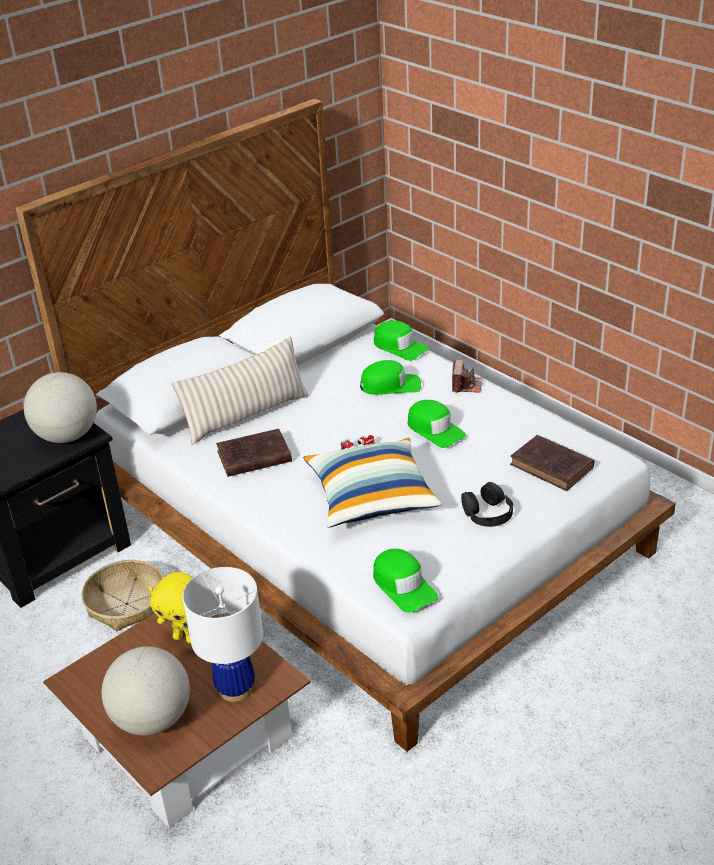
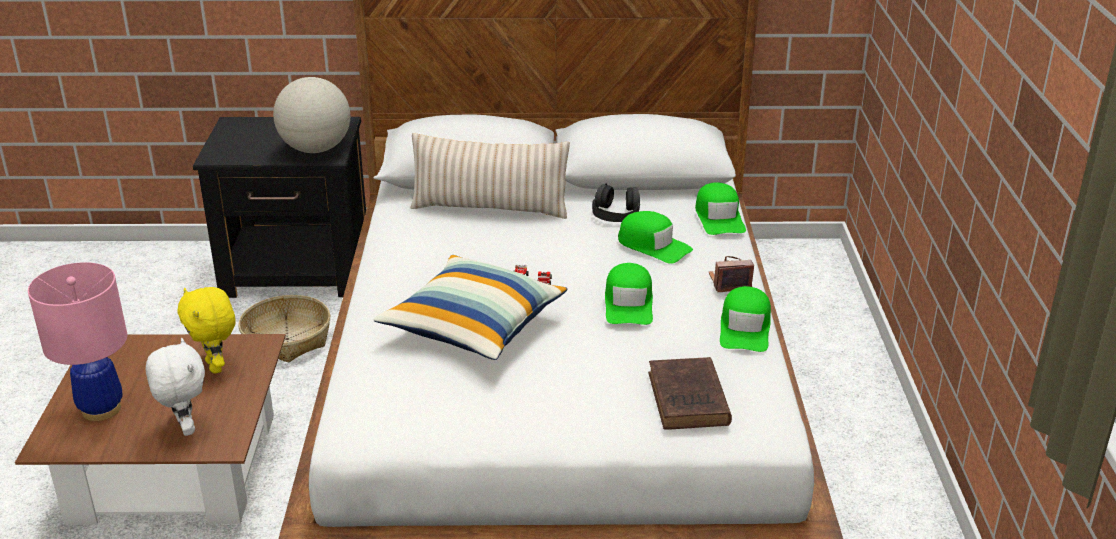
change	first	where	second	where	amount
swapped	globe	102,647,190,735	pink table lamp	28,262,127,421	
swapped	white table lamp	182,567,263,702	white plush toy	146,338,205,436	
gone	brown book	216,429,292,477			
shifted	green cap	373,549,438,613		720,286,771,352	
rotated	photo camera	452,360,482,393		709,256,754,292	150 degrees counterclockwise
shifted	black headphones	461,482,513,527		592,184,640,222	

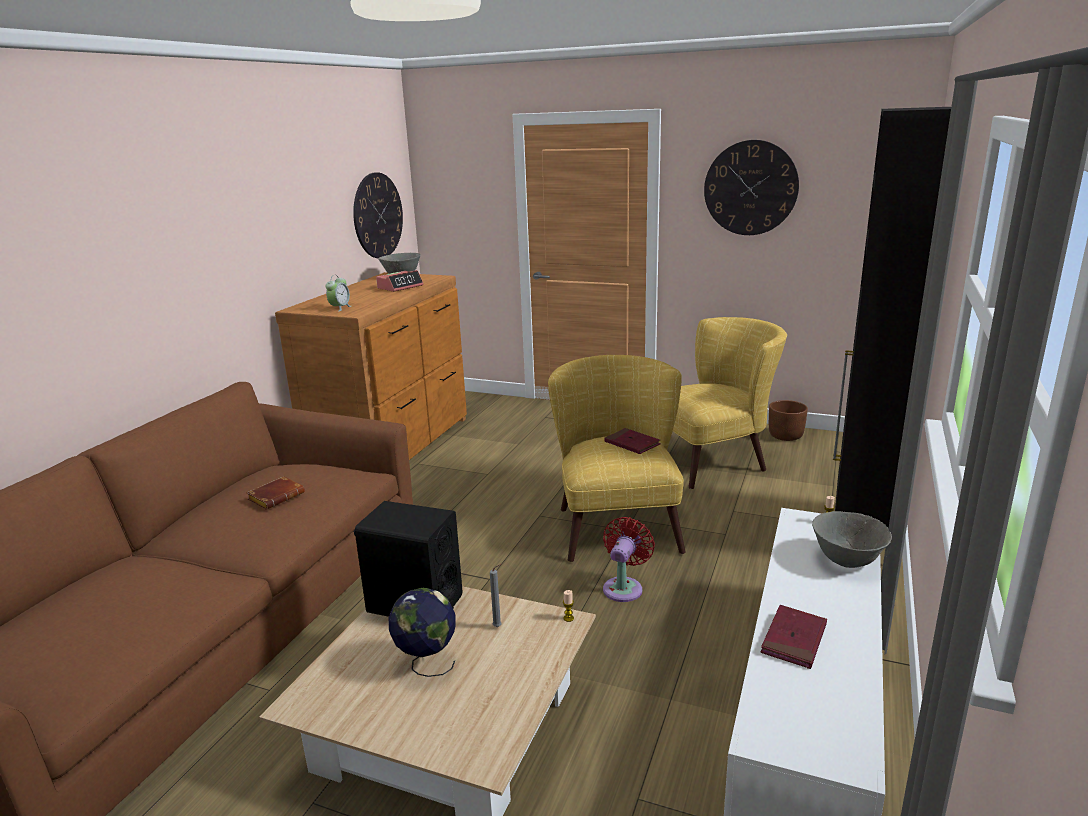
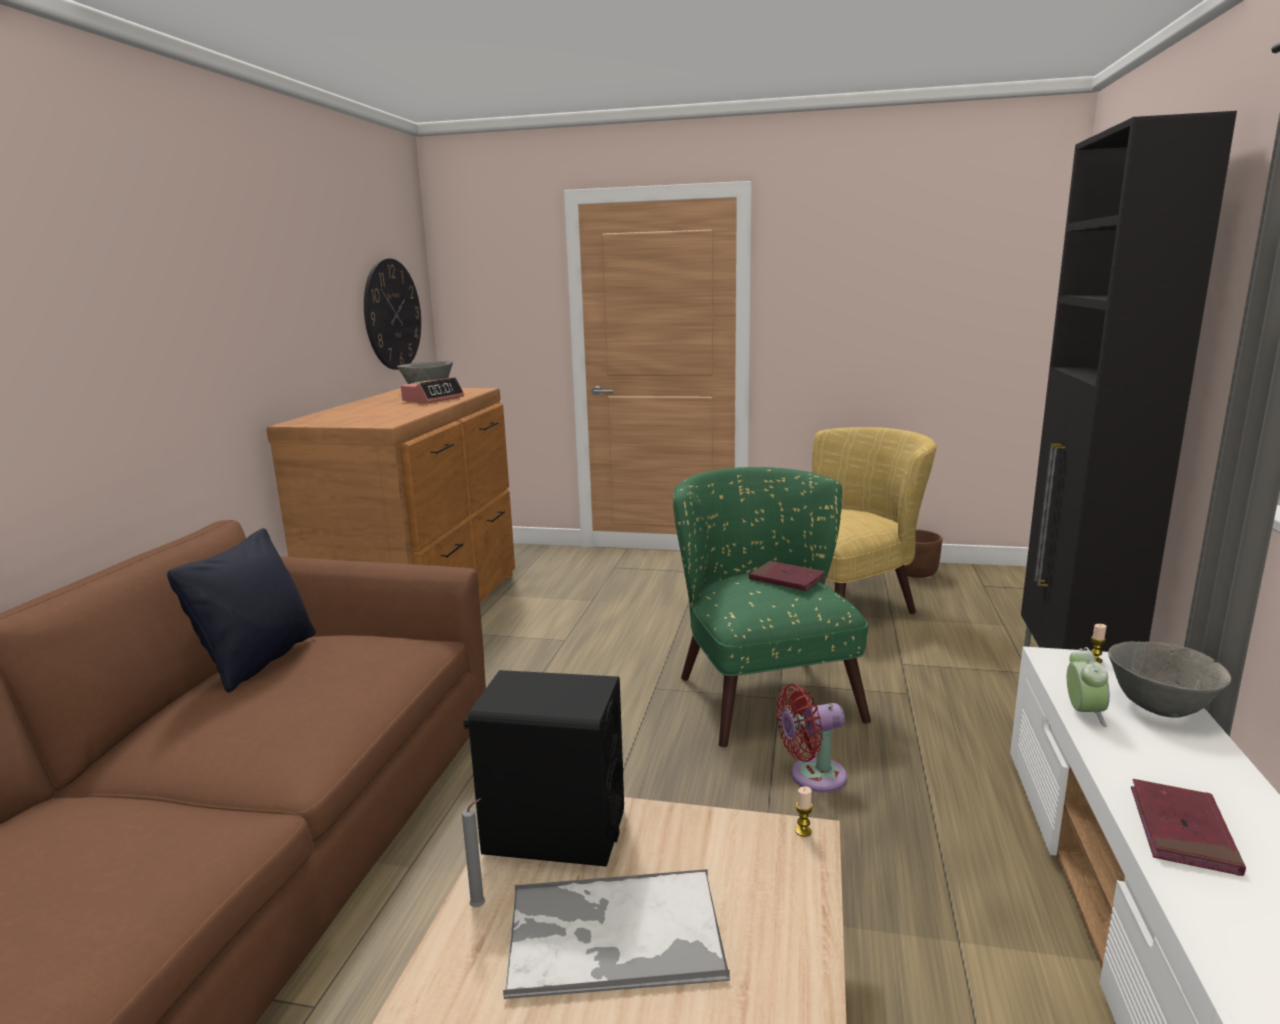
change	first	where	second	where	amount
gone	brown book	247,476,305,510			
shifted	alarm clock	326,275,351,312		1067,647,1110,727	
swapped	globe	389,588,456,677	tray	503,869,730,999	
shifted	grey candle	490,564,502,627		462,798,485,907	
repainted	yellow armchair	548,355,686,562	green armchair	673,467,871,748	
rotated	red fan	603,517,655,602		776,684,847,793	120 degrees counterclockwise
gone	wall clock	704,140,799,235			
new			black pillow	167,528,316,692	

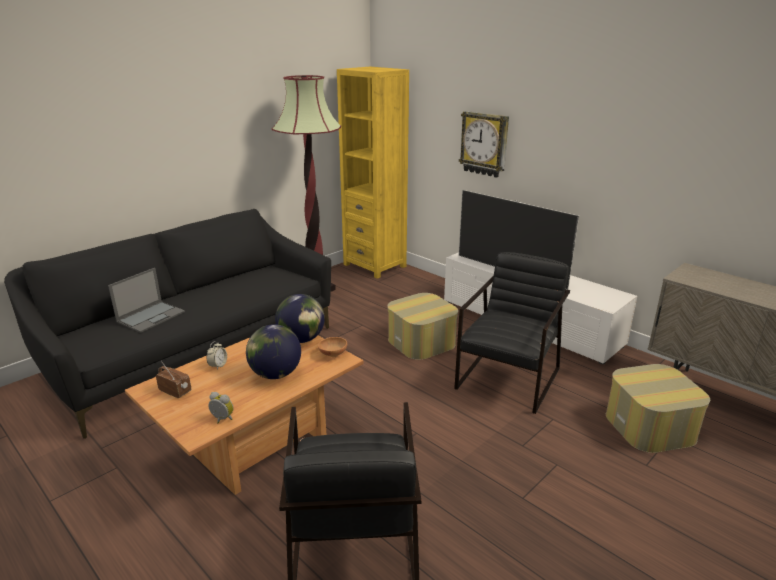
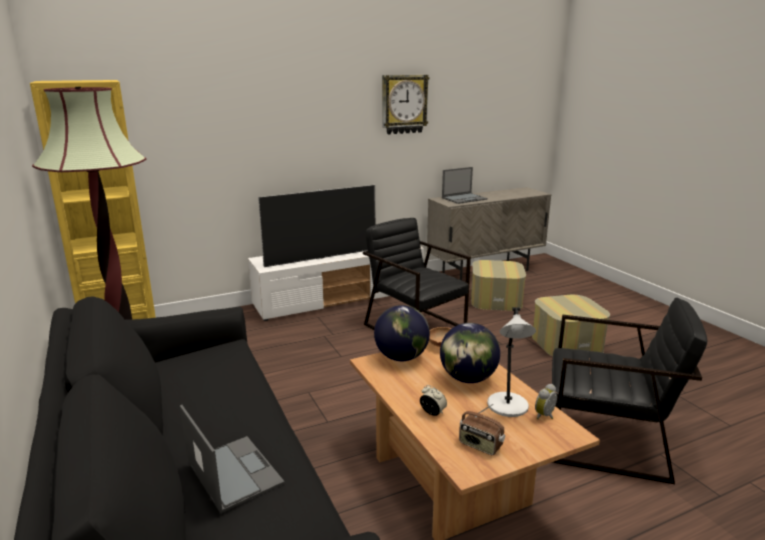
change	first	where	second	where	amount
rotated	radio	156,361,191,398		459,404,505,455	105 degrees counterclockwise
shifted	ottoman	388,293,458,360		532,295,610,356	
shifted	wall clock	459,111,509,178		382,75,430,134	
new			laptop	442,167,488,204	
new			grey table lamp	487,307,536,417	

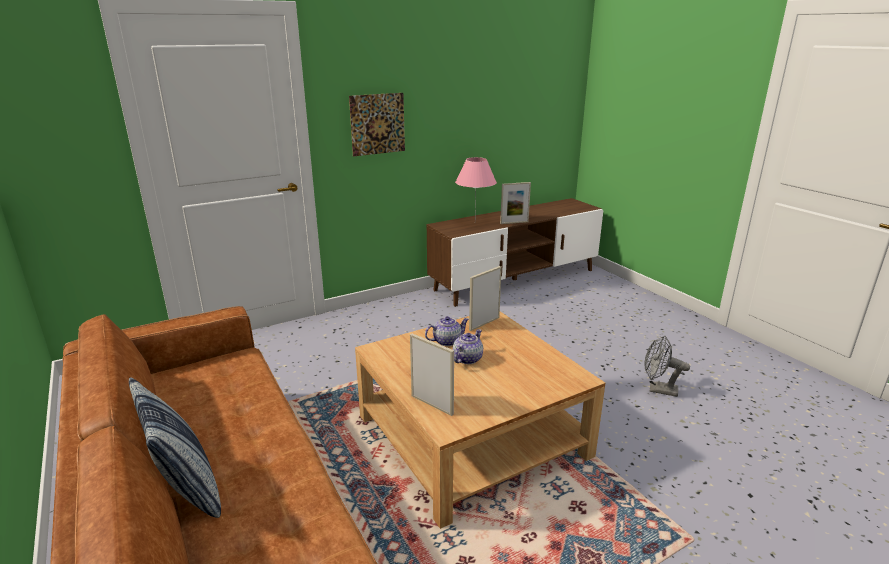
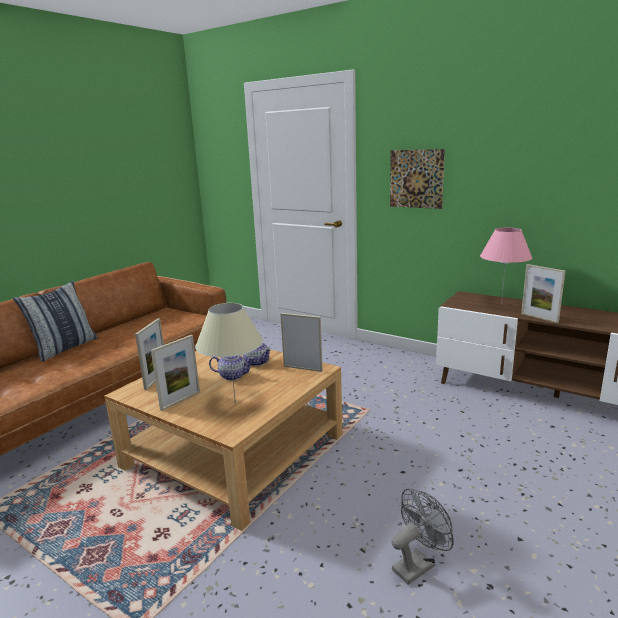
change	first	where	second	where	amount
rotated	grey fan	645,336,690,397		391,488,454,585	60 degrees clockwise
new			picture frame	151,335,200,411	
new			beige table lamp	195,303,263,404	

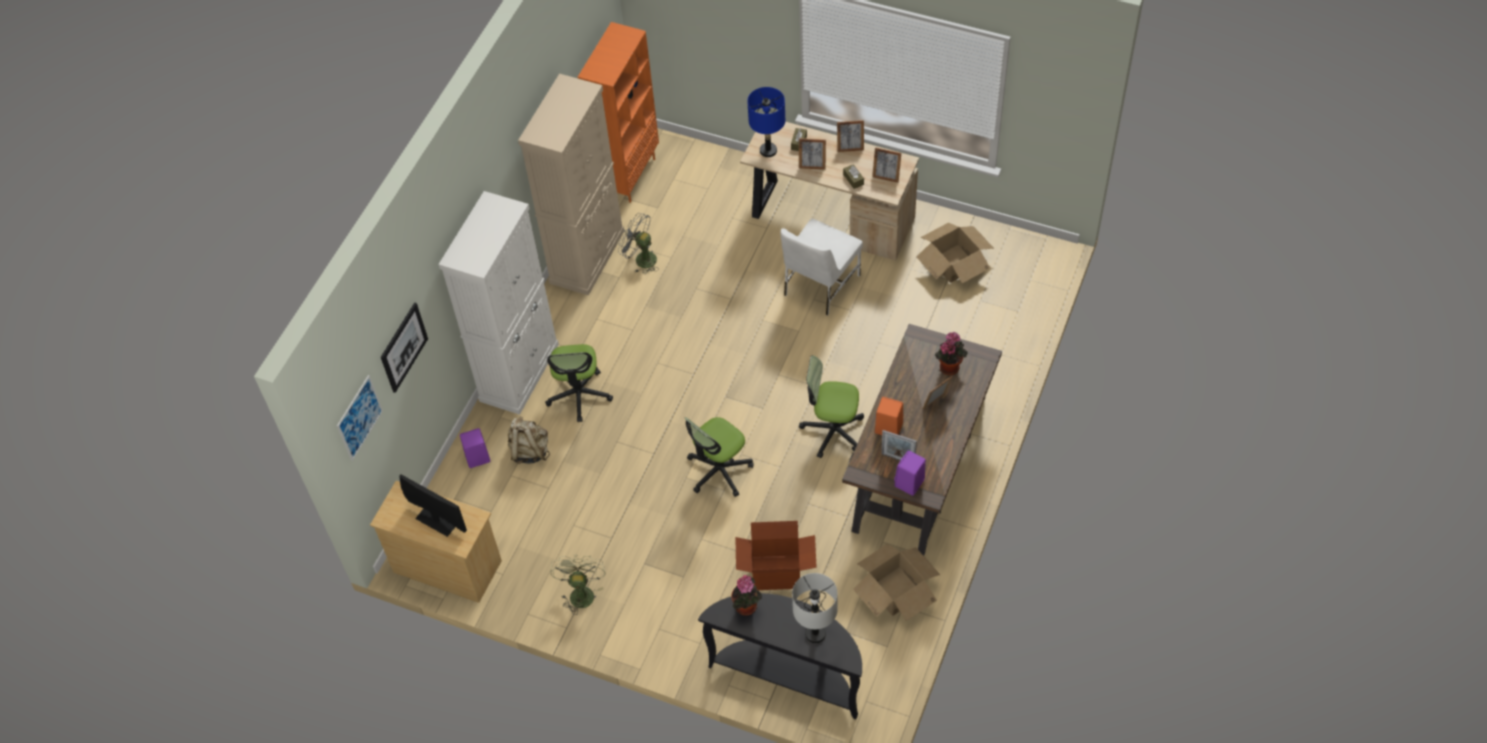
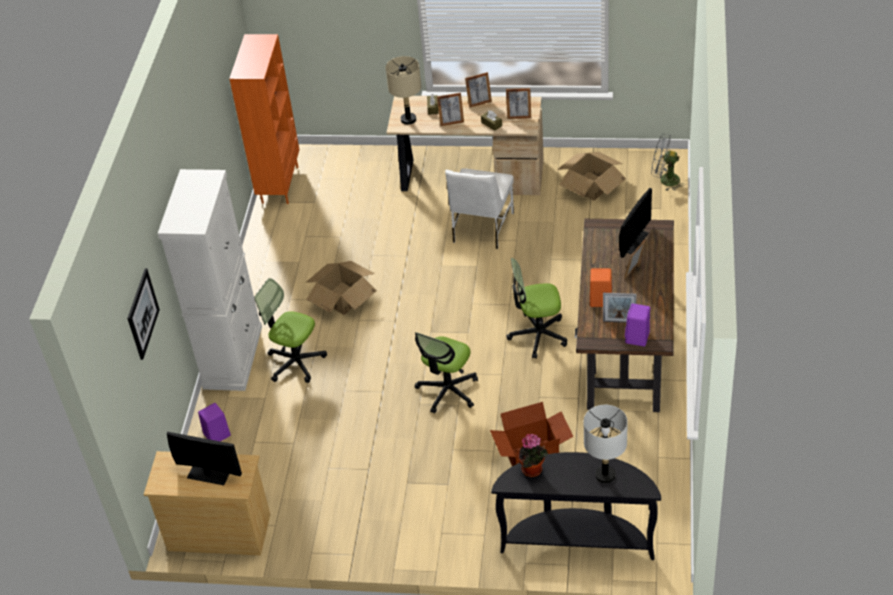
change	first	where	second	where	amount
gone	picture	337,375,383,461			
gone	beige backpack	508,417,550,464			
gone	beige cabinet	518,74,624,296			
rotated	office chair	545,344,613,422		254,278,327,383	135 degrees clockwise
gone	green fan	550,555,605,615			
shifted	grey fan	618,213,659,274		652,134,685,191	
repainted	blue table lamp	747,87,785,157	beige table lamp	386,56,421,125	
shifted	cardboard box	853,544,940,621		305,261,377,315	
swapped	potted plant	935,331,968,375	monitor	619,188,652,258	

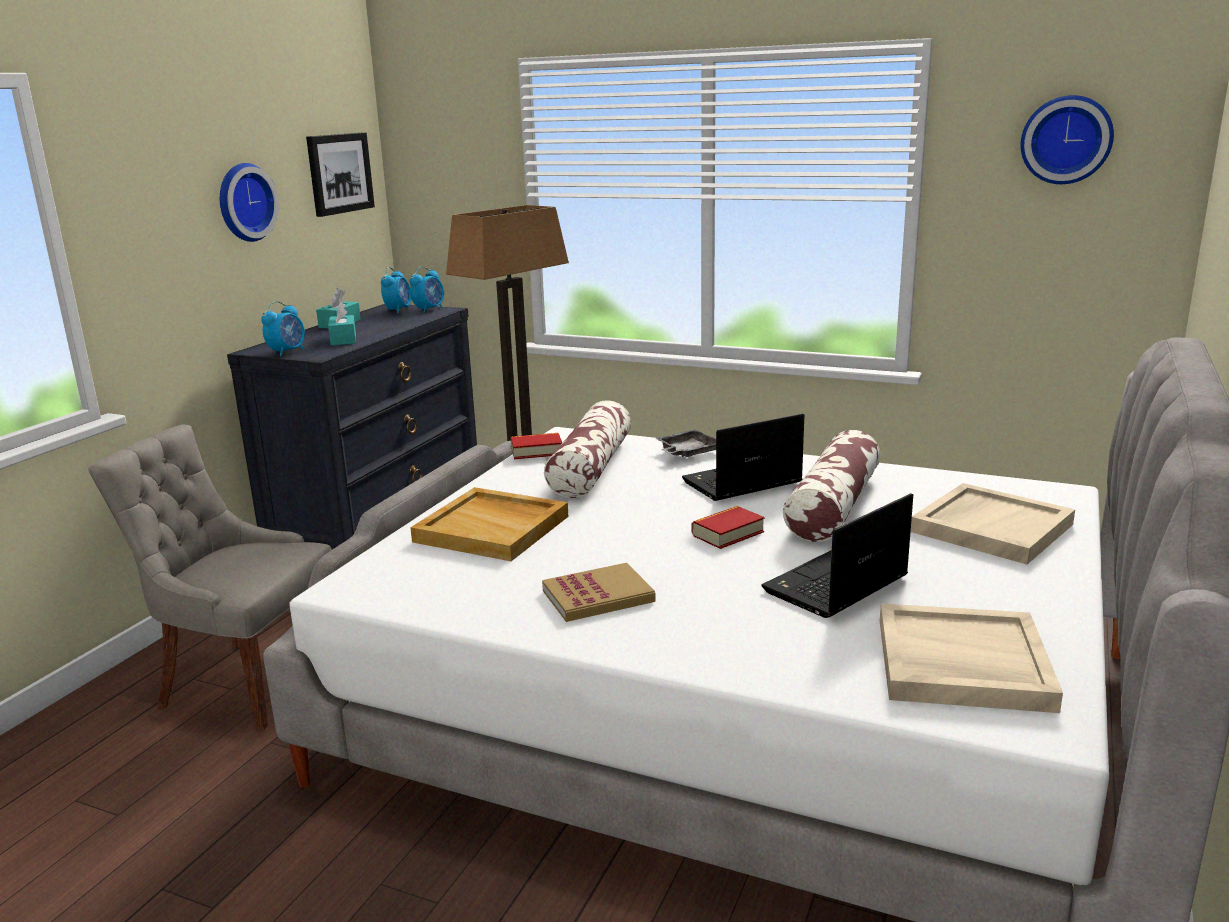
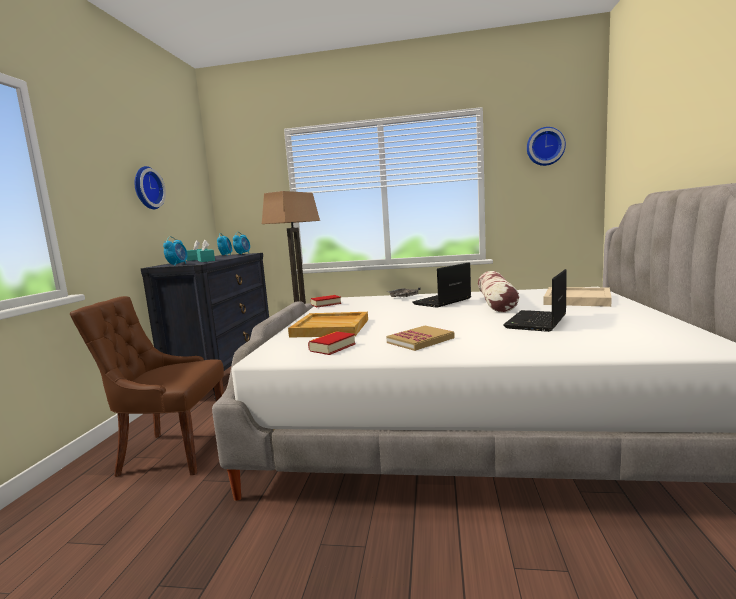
change	first	where	second	where	amount
repainted	grey chair	88,424,332,730	brown chair	70,296,224,477	
gone	picture	306,132,375,217			
gone	pillow	544,400,632,498			
shifted	book	692,506,765,549		308,331,356,355	
gone	beige tray	880,604,1063,713			

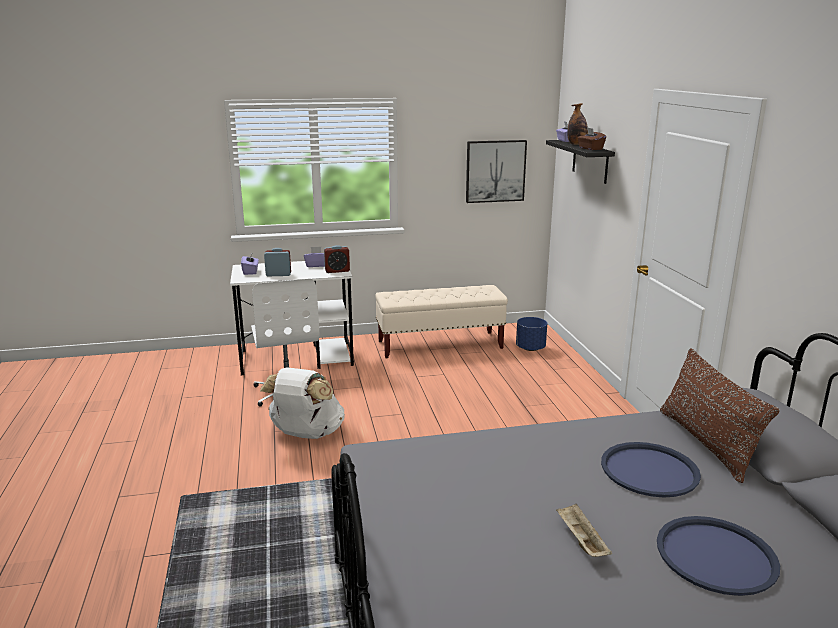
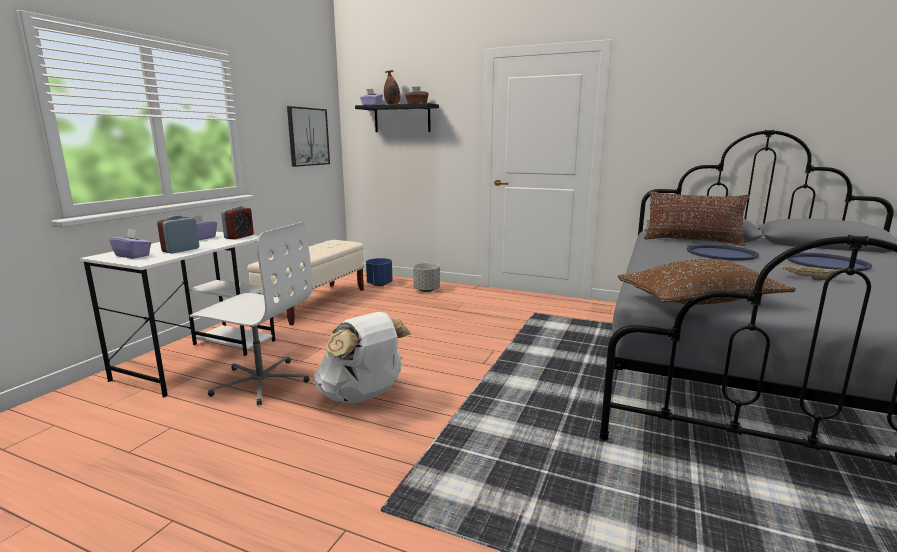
change	first	where	second	where	amount
new			grey planter	413,263,440,292	
new			brown pillow	618,259,796,305	

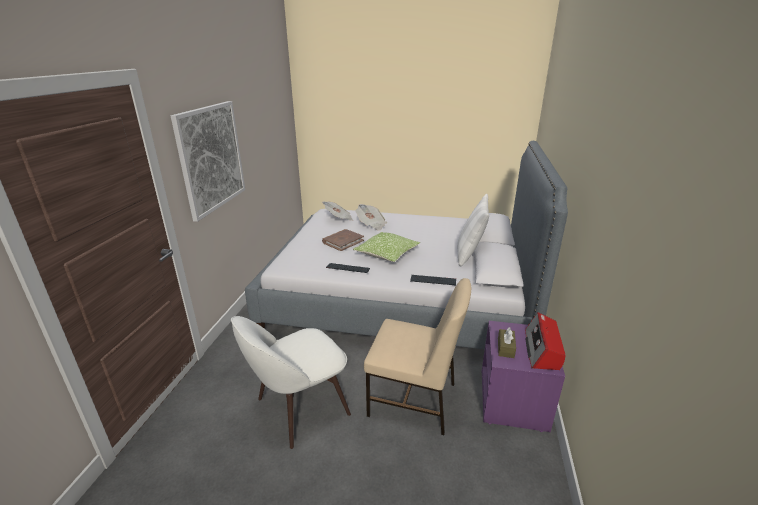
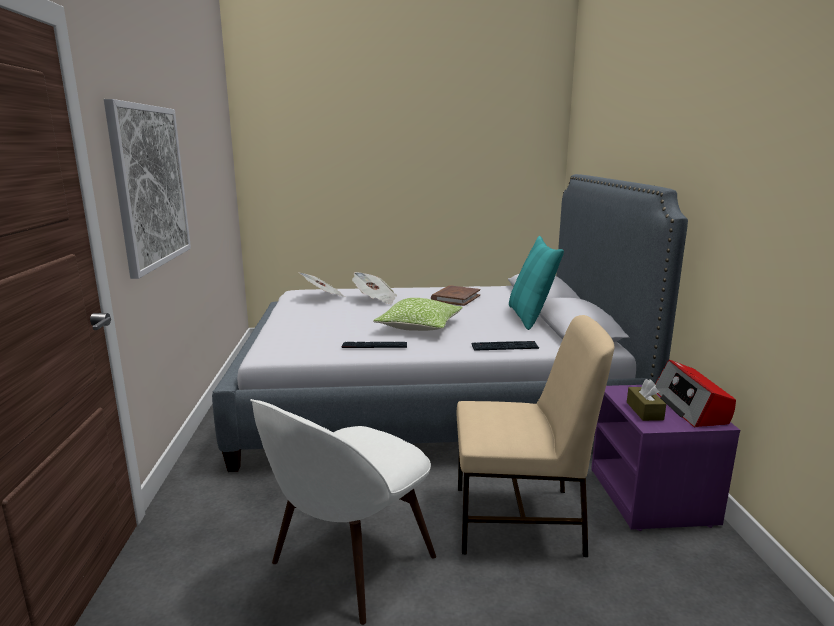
change	first	where	second	where	amount
shifted	brown book	322,229,364,251		431,286,480,306	
repainted	white pillow	457,194,489,266	turquoise pillow	509,236,564,330	

